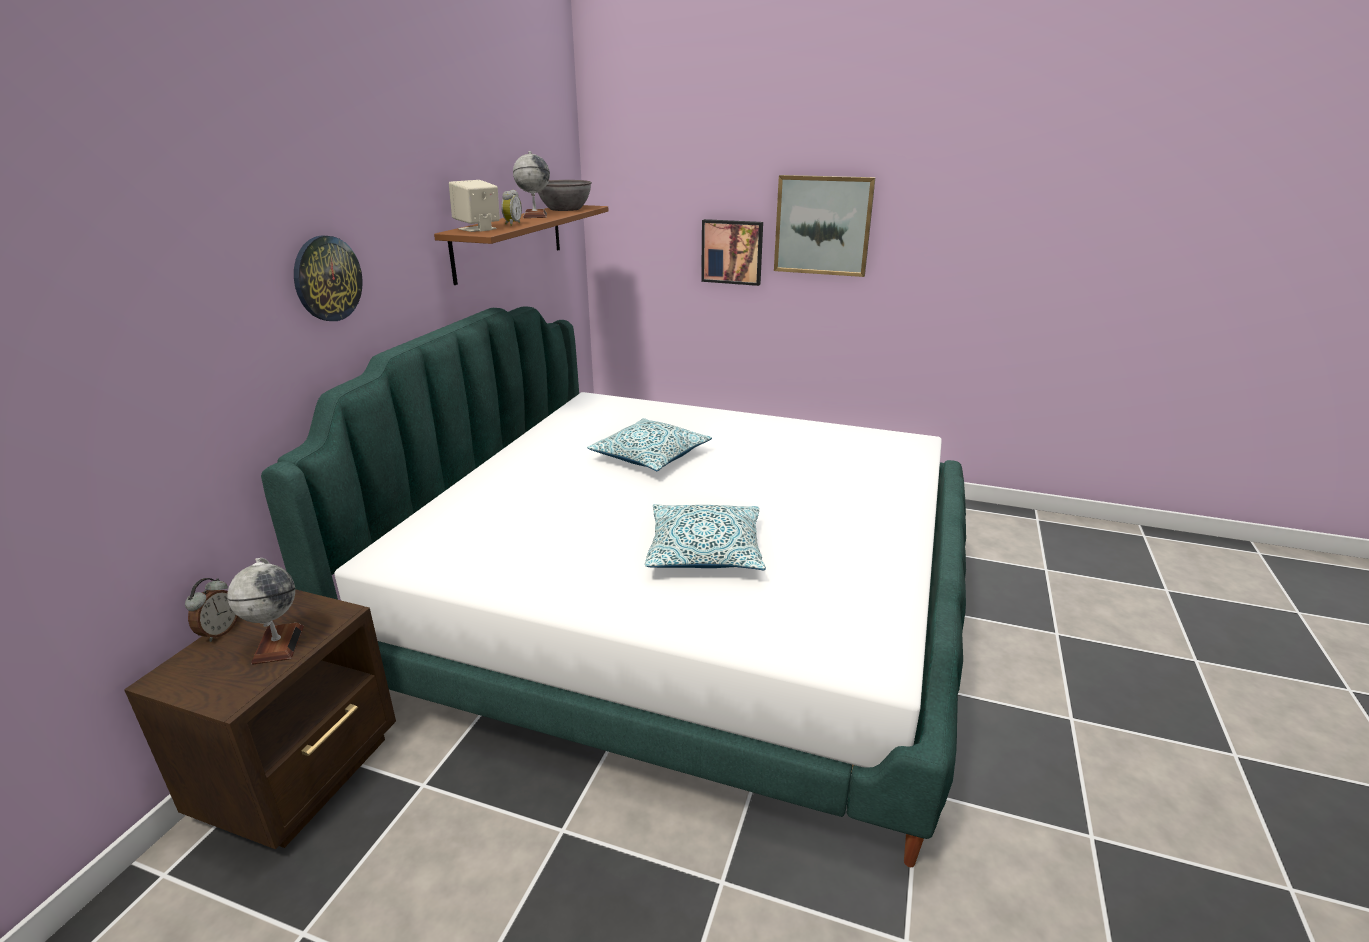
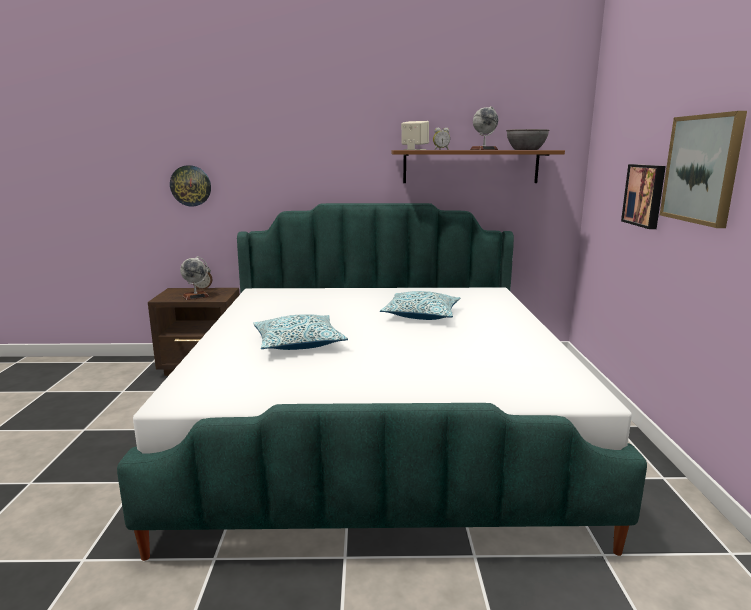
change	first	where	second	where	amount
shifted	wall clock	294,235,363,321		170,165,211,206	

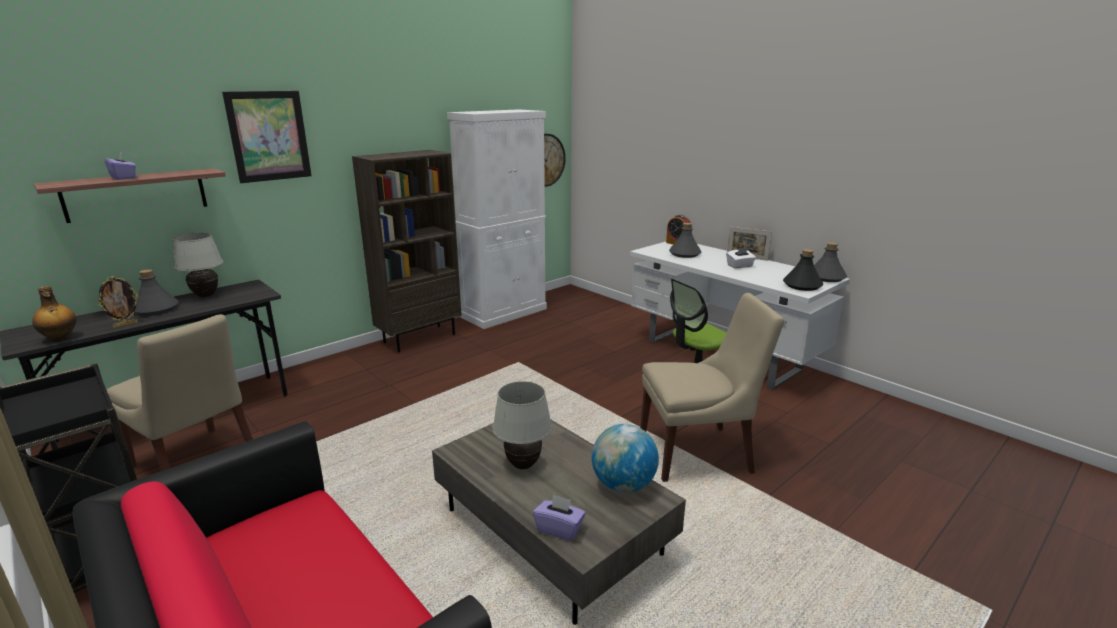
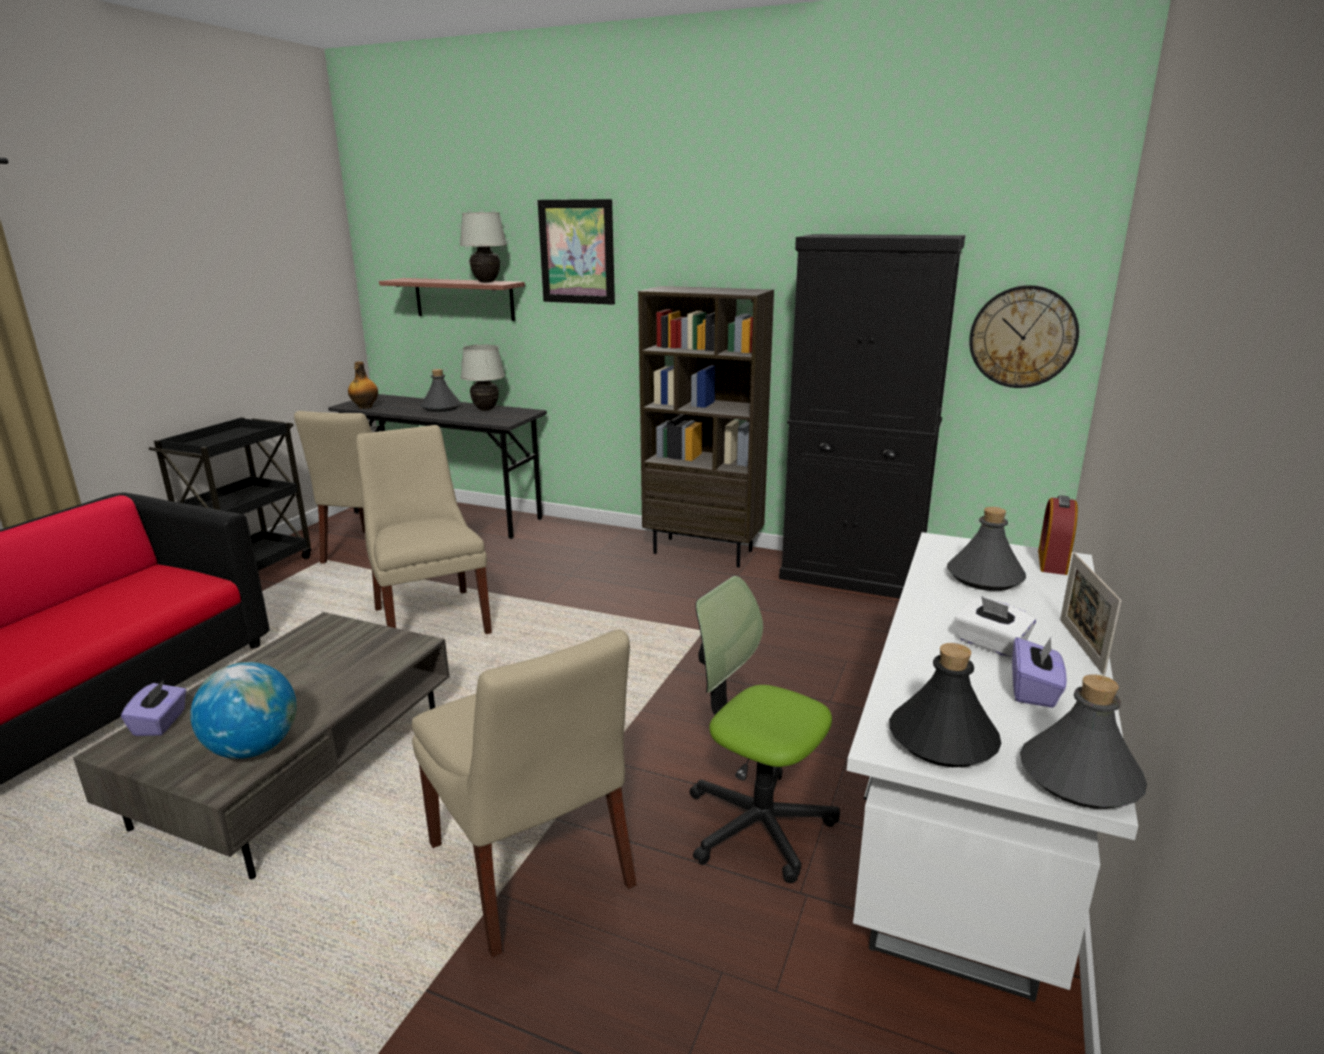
change	first	where	second	where	amount
gone	picture frame	97,276,139,328			
shifted	purple tissue box	104,152,136,180		1012,636,1067,708	
repainted	white cabinet	447,109,547,329	black cabinet	779,234,965,599	
shifted	white table lamp	492,381,552,469		460,212,507,283	
new			beige chair	356,425,492,634	

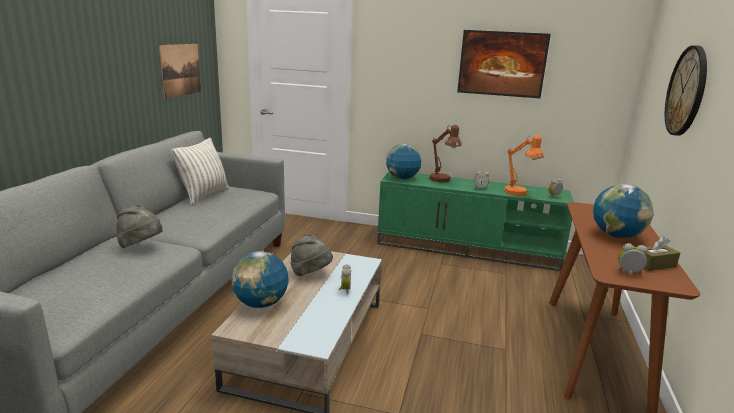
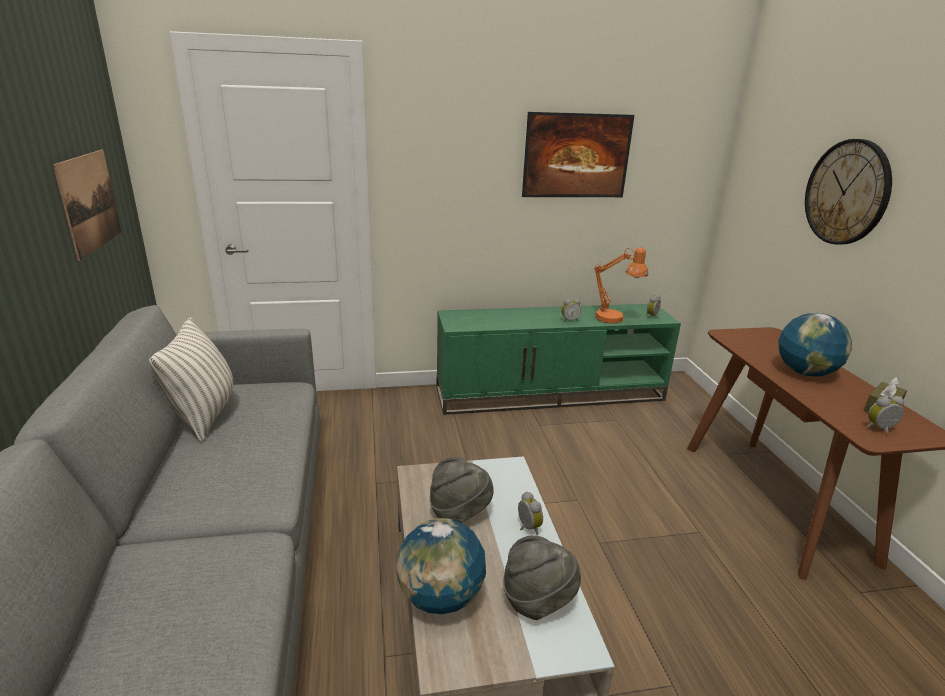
change	first	where	second	where	amount
shifted	grey hat	116,204,163,248		503,536,581,620	
gone	globe	386,144,421,179			
gone	brown table lamp	429,125,462,182			

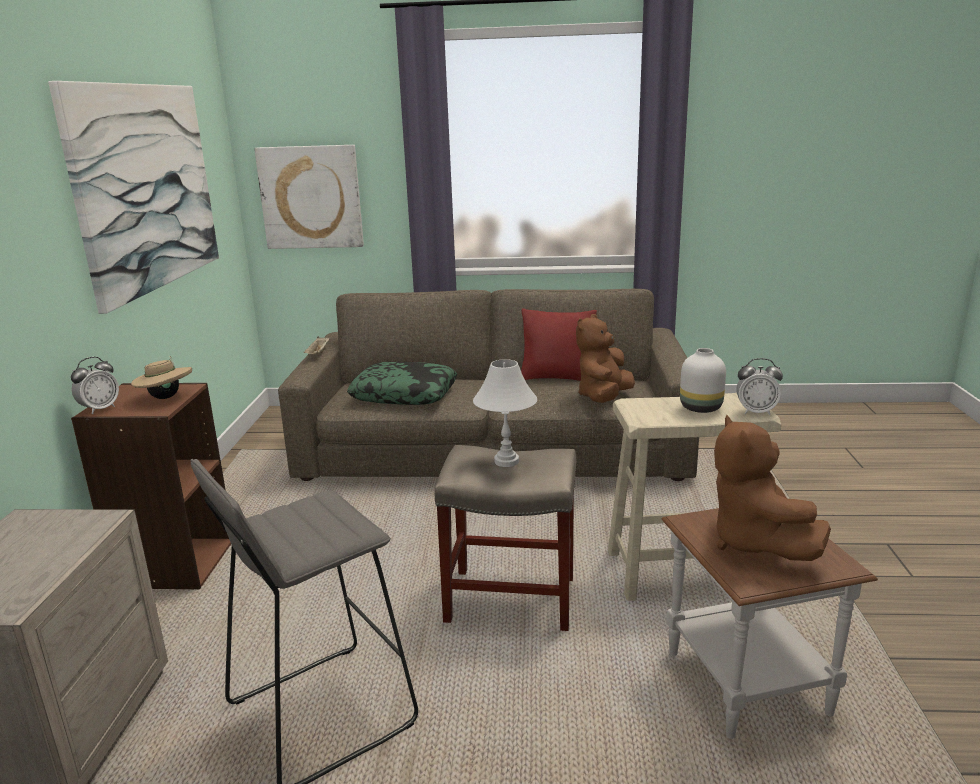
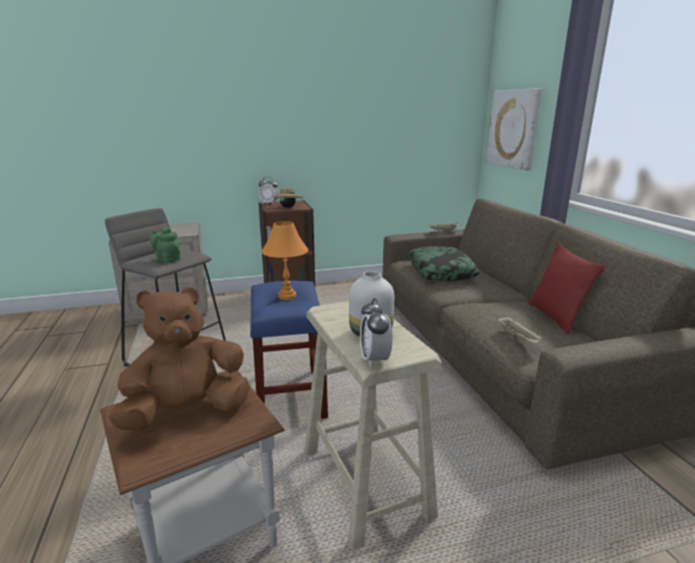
change	first	where	second	where	amount
gone	picture	48,81,219,314			
repainted	beige stool	435,445,576,631	blue stool	250,280,328,419	
repainted	white table lamp	473,359,537,467	orange table lamp	261,221,308,300	
swapped	brown plush toy	576,314,635,403	beige tray	497,316,543,343	
new			green teapot	150,227,180,263	

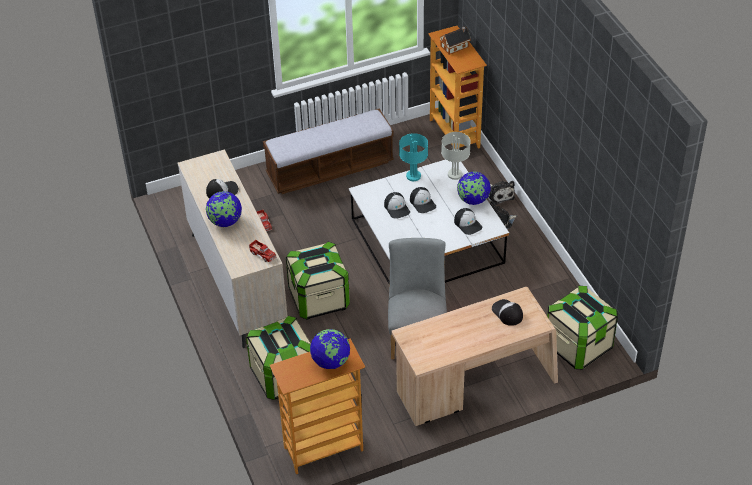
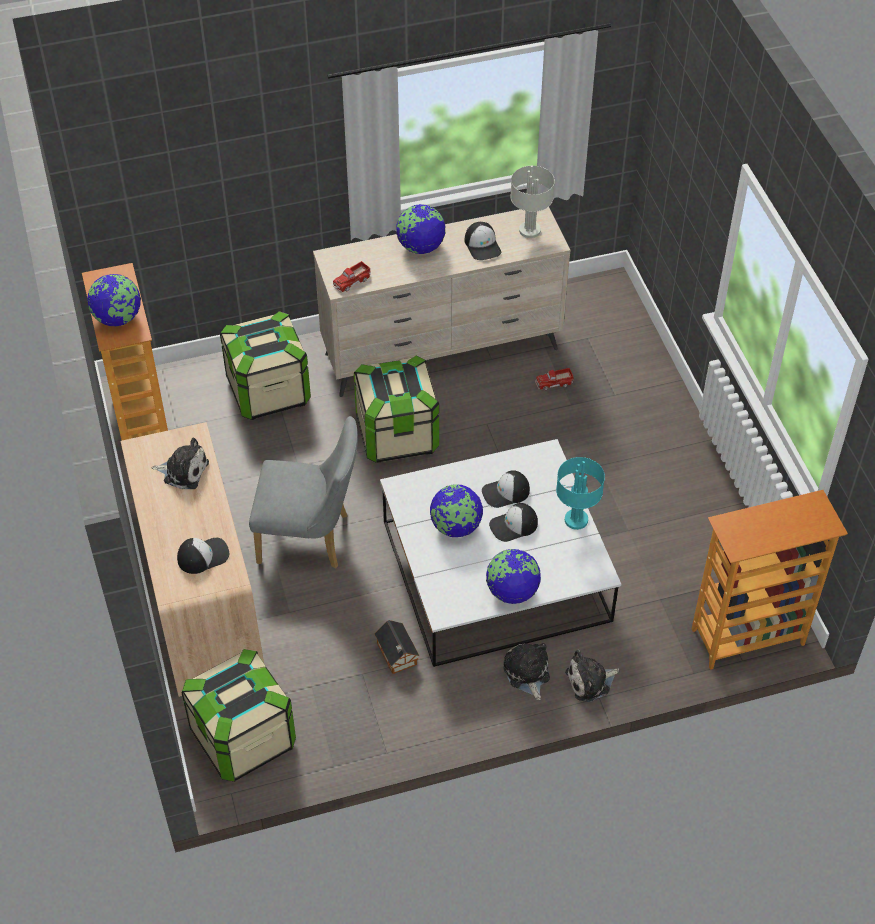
change	first	where	second	where	amount
gone	bench	263,109,394,194			
shifted	toy house	439,27,471,55		374,620,419,674	
shifted	grey table lamp	441,132,471,180		510,165,555,238	
gone	cap	454,208,482,235			
new			plush toy	152,438,209,489	
new			globe	430,484,483,537	

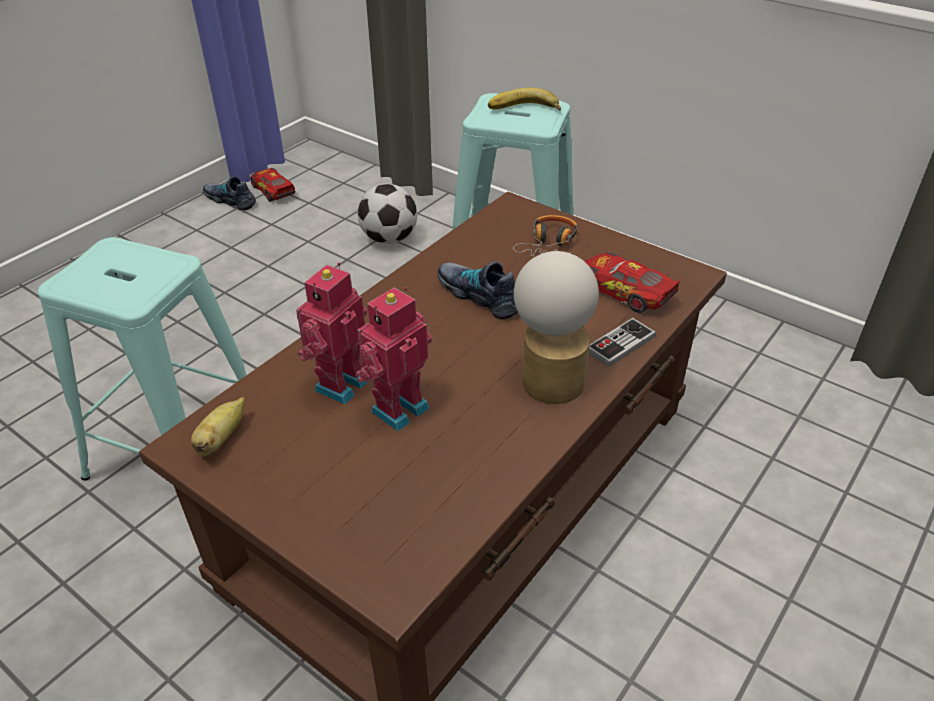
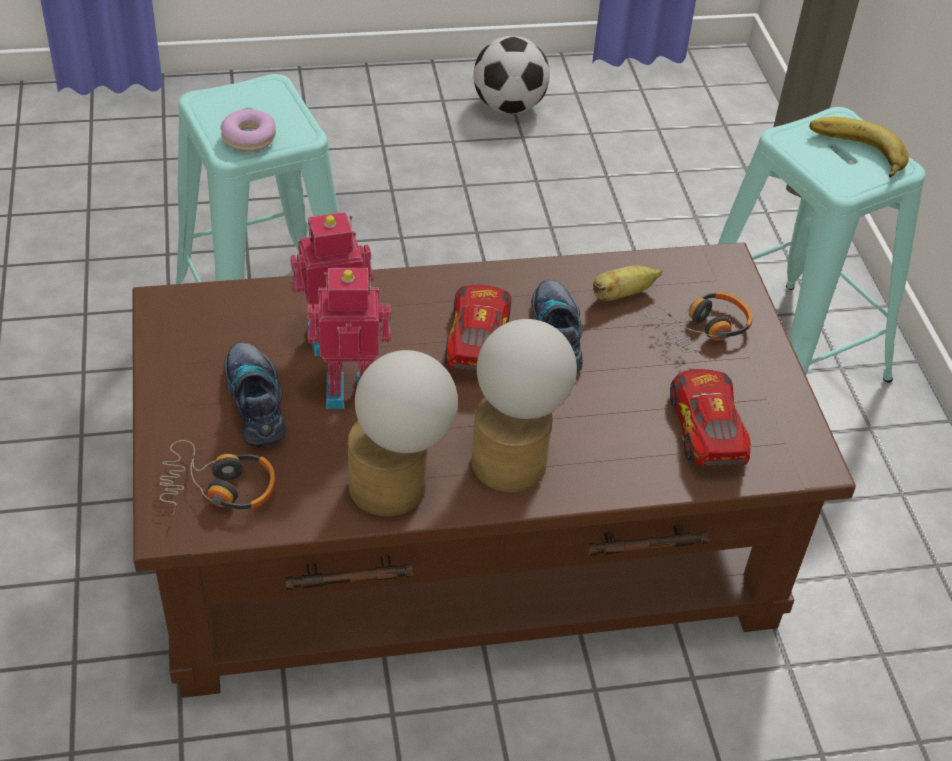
change	first	where	second	where	amount
shifted	banana	191,397,245,456		593,265,662,301	
shifted	shoe	203,176,256,211		224,342,286,448	
shifted	toy car	251,168,295,202		445,285,512,372	
shifted	football	358,183,417,244		473,36,550,114	
gone	game controller	589,318,656,367			
new			headphones	159,440,276,515	
new			donut	221,109,276,152	
new			table lamp	348,350,458,516	

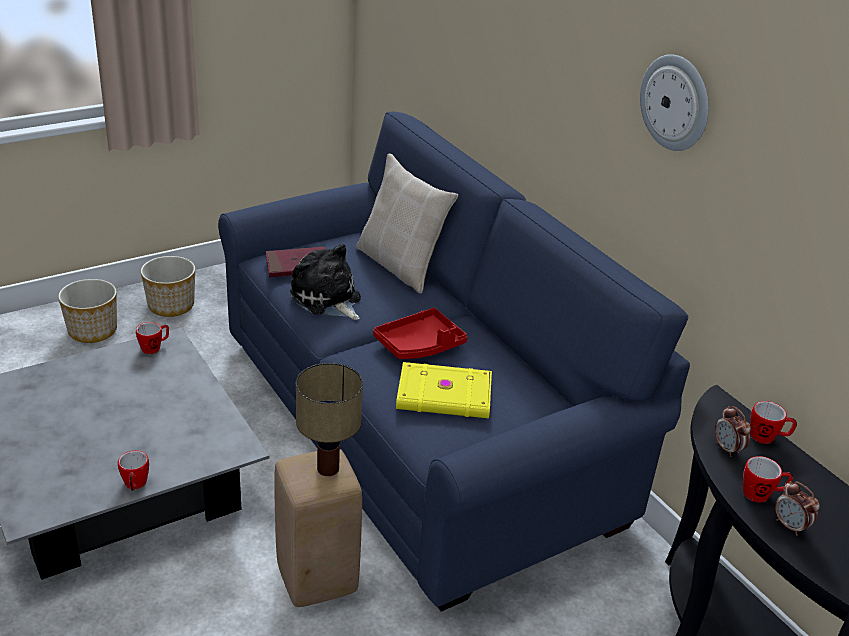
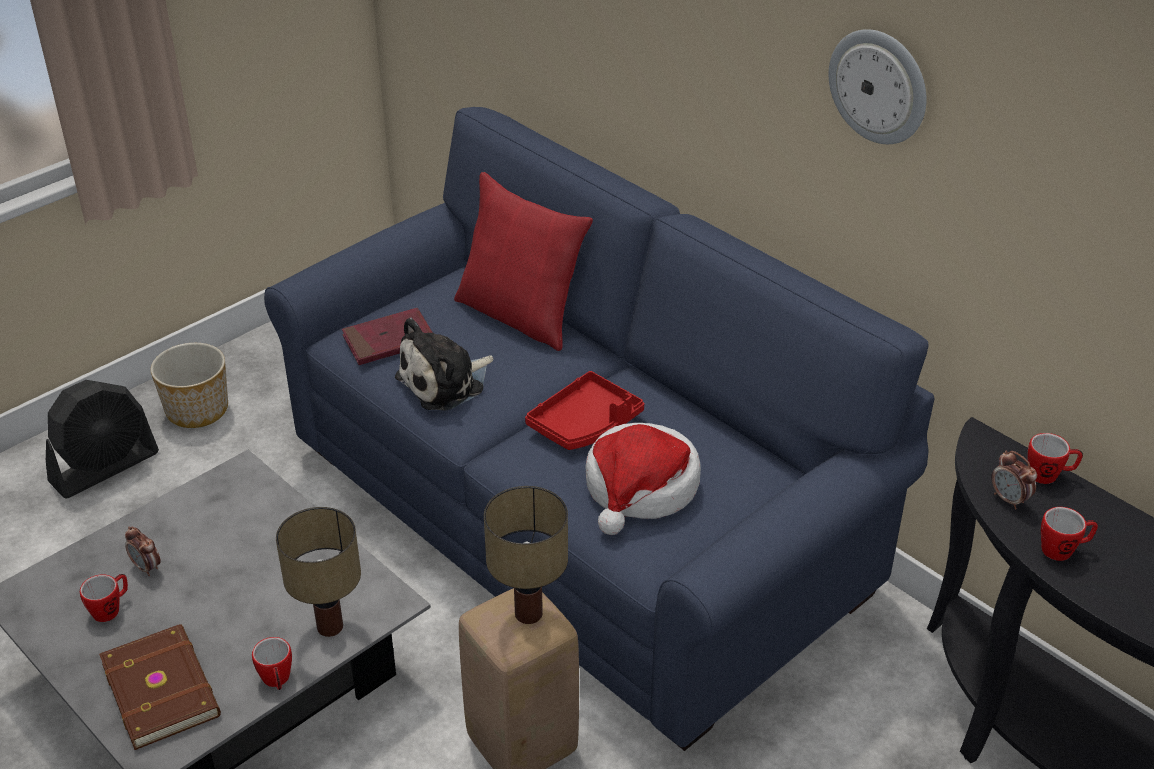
change	first	where	second	where	amount
swapped	planter	58,279,117,343	black fan	46,380,159,499	
shifted	mug	136,322,169,354		80,574,128,622	
rotated	plush toy	290,243,361,320		395,318,493,411	75 degrees counterclockwise
repainted	beige pillow	356,154,458,294	red pillow	454,172,593,351	
swapped	yellow book	396,362,492,418	hat	585,423,701,535	
shifted	alarm clock	775,481,820,536		125,527,161,576	
new			brown book	99,624,221,750	
new			table lamp	276,507,361,637	

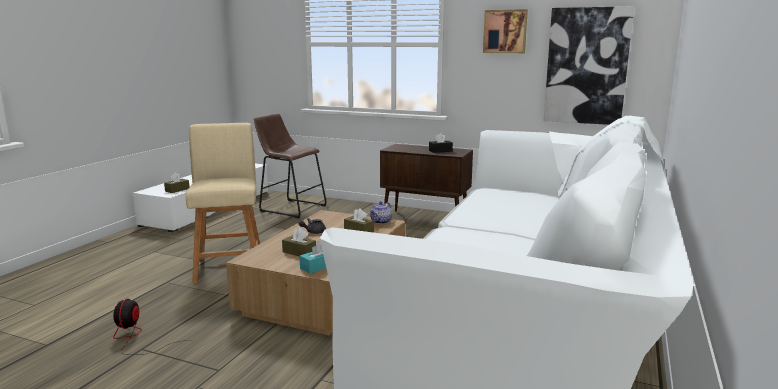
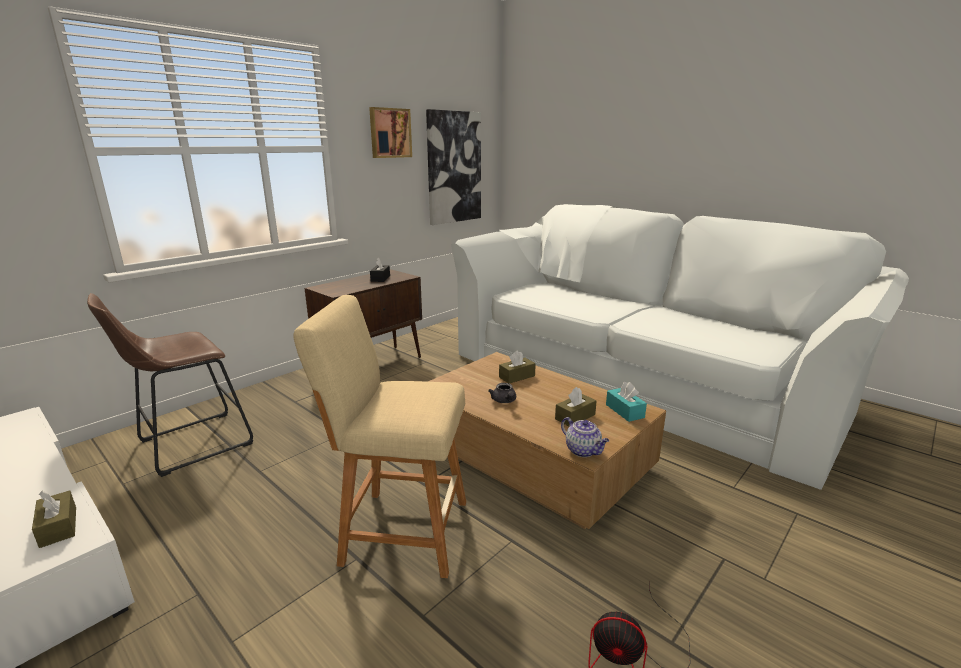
change	first	where	second	where	amount
shifted	teapot	370,201,392,224		561,417,609,457	

